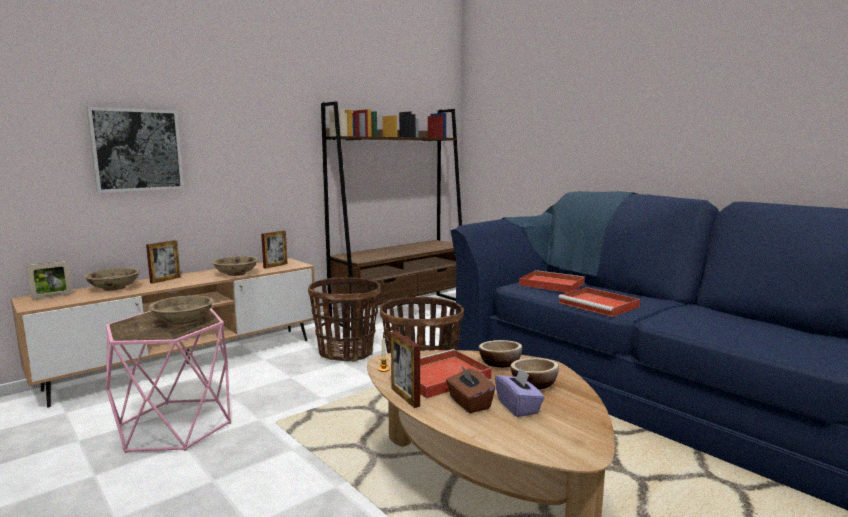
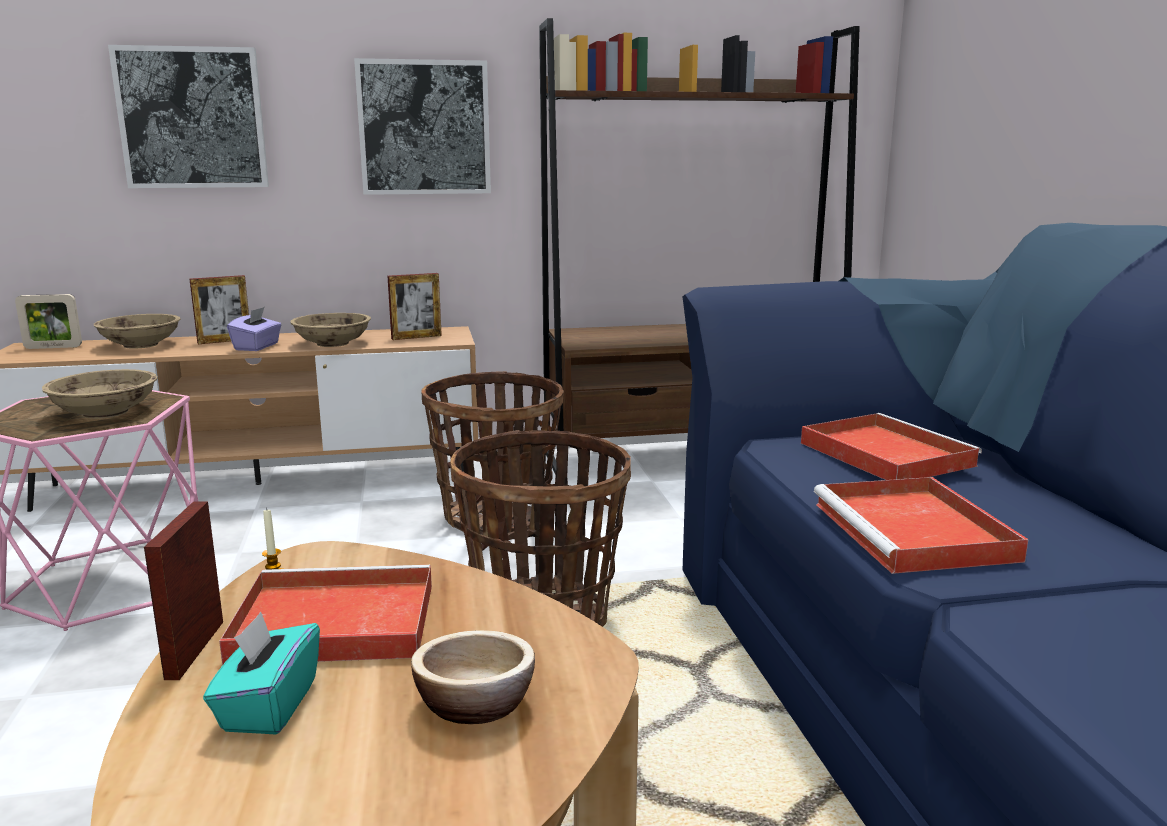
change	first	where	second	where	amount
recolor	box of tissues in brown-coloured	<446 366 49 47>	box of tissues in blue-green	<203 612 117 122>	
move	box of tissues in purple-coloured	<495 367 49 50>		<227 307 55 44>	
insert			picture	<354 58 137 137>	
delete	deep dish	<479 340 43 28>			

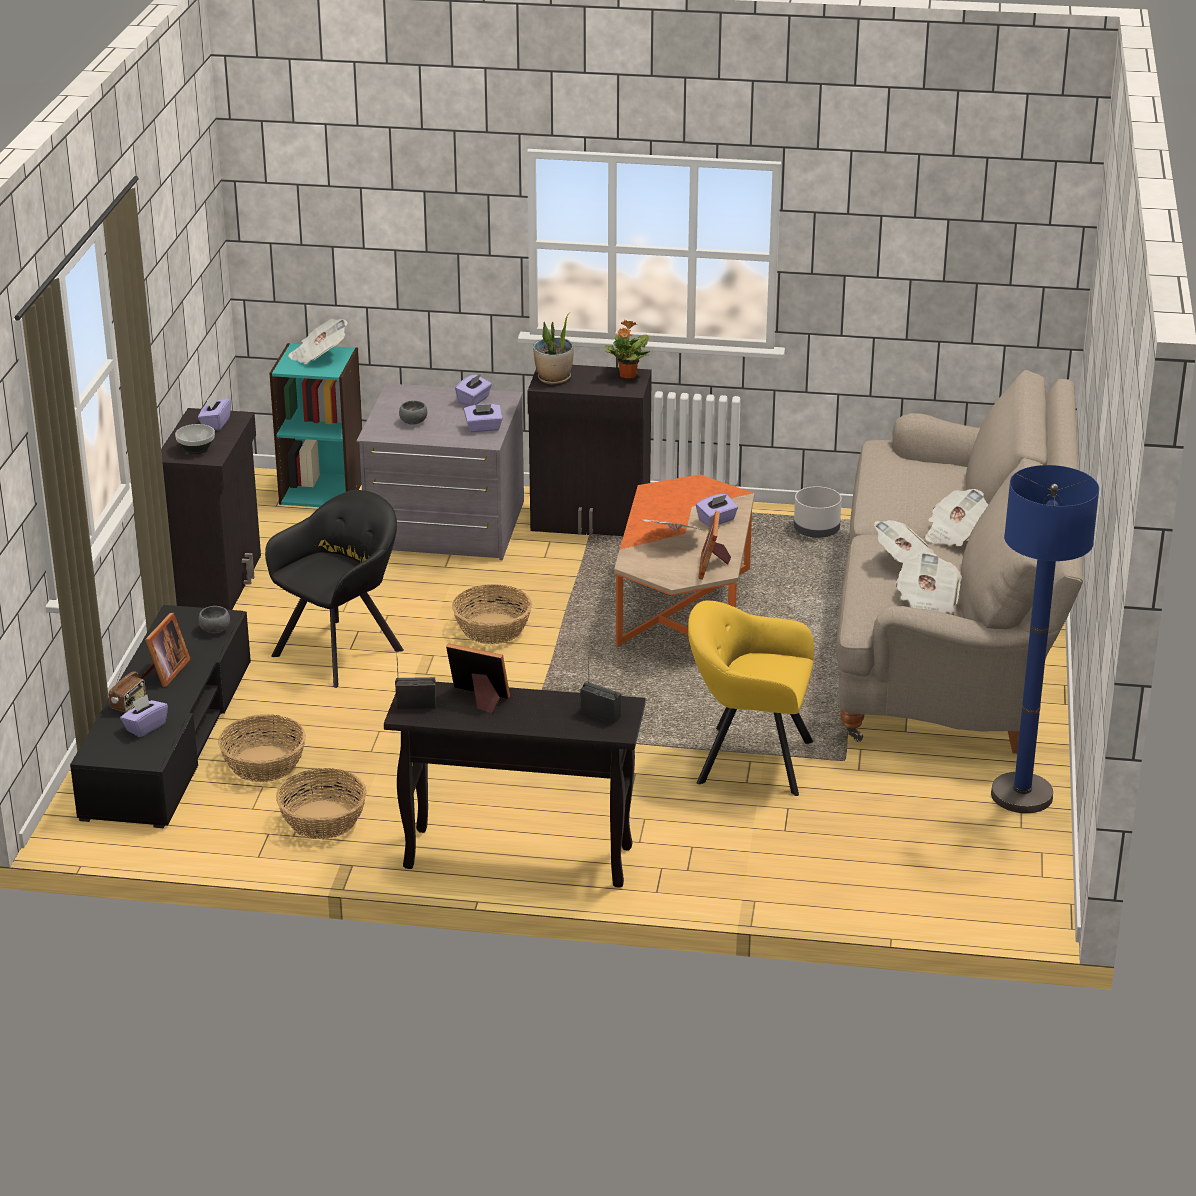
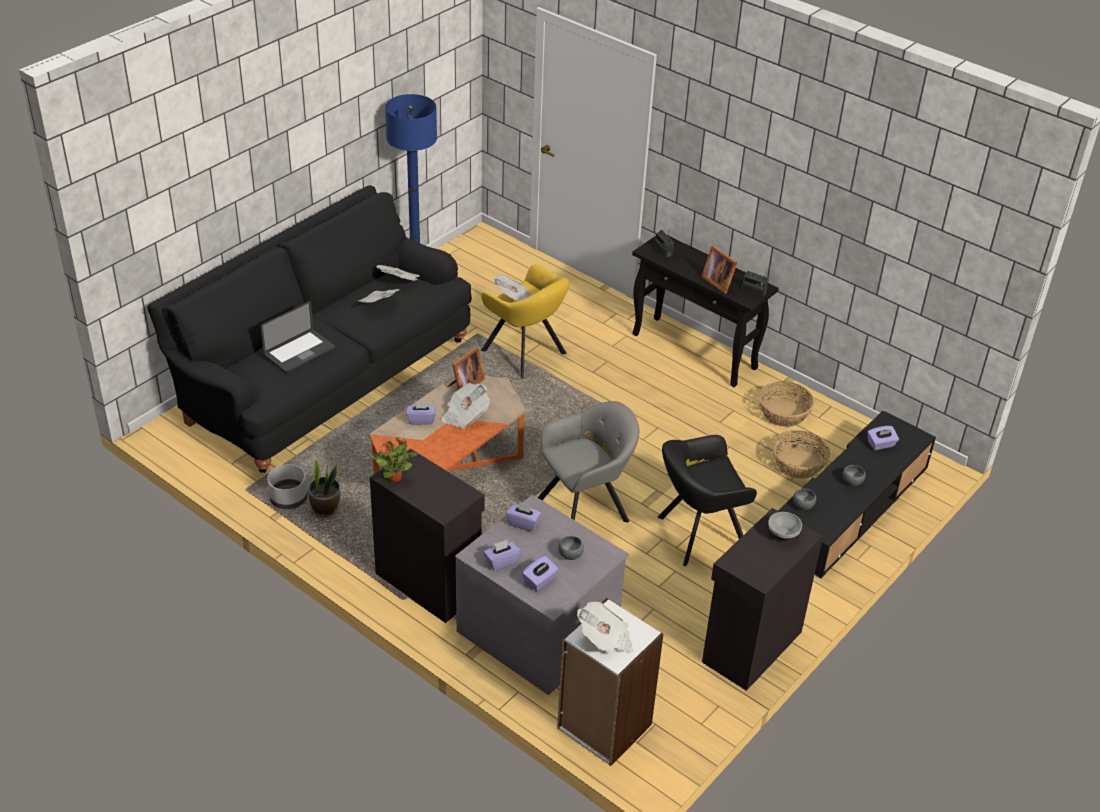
change	first	where	second	where	amount
recolor	sofa in beige-coloured	<836 370 247 384>	sofa in black-coloured	<147 185 325 288>	
insert			laptop	<261 301 74 72>	
move	houseplant	<533 312 41 72>		<308 456 32 61>	
move	printed paper	<925 489 64 57>		<492 275 39 26>	
move	box of tissues in purple-coloured	<198 394 33 36>		<522 556 37 35>	
replace	household basket	<452 584 80 60>	lounge chair in gray	<537 401 103 122>	
recolor	bookshelf in blue-green	<269 343 93 164>	bookshelf in whitish	<557 598 106 168>	
replace	standing frame	<140 613 51 74>	deep dish in gray	<842 465 23 21>	
delete	radio set	<109 663 37 50>			

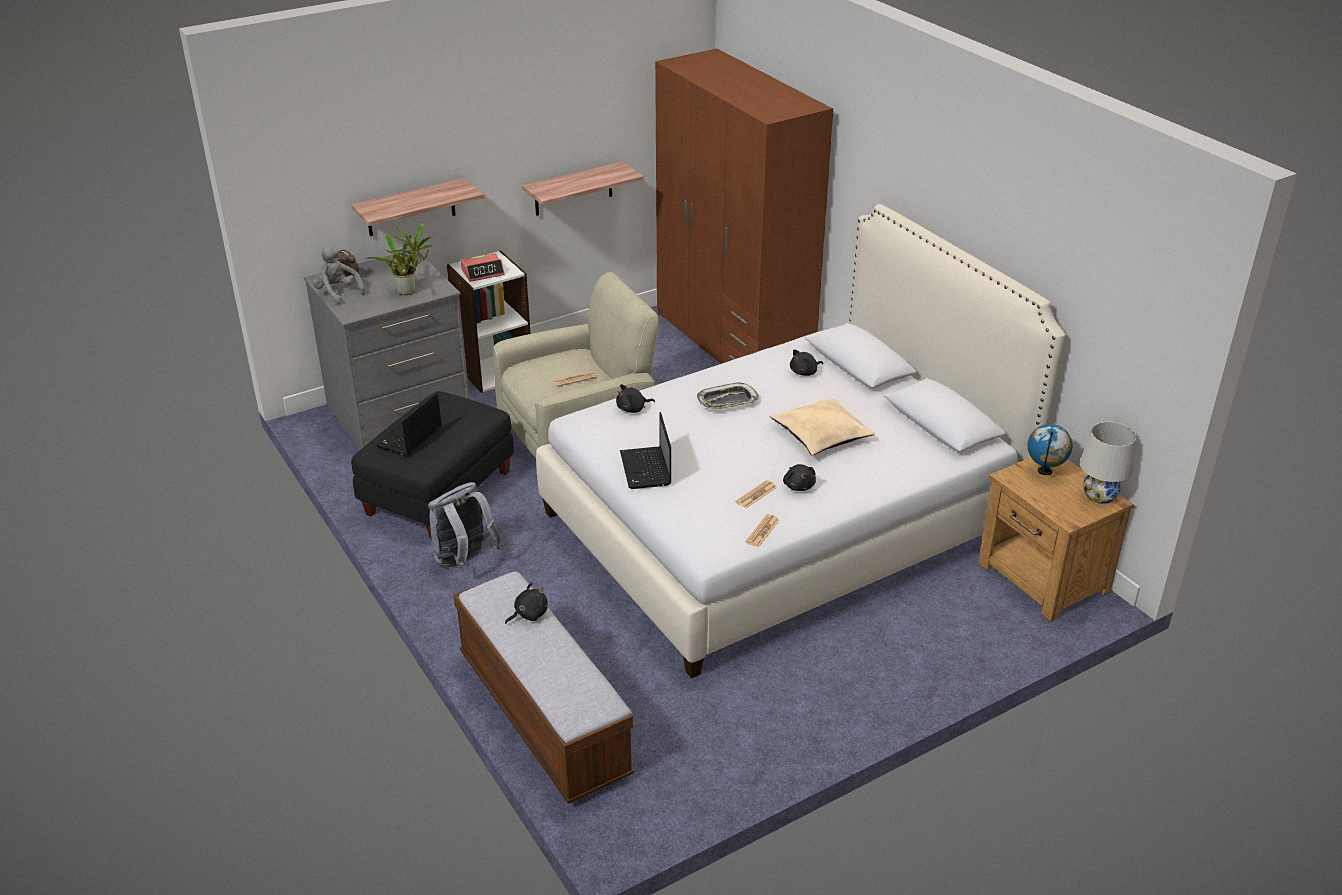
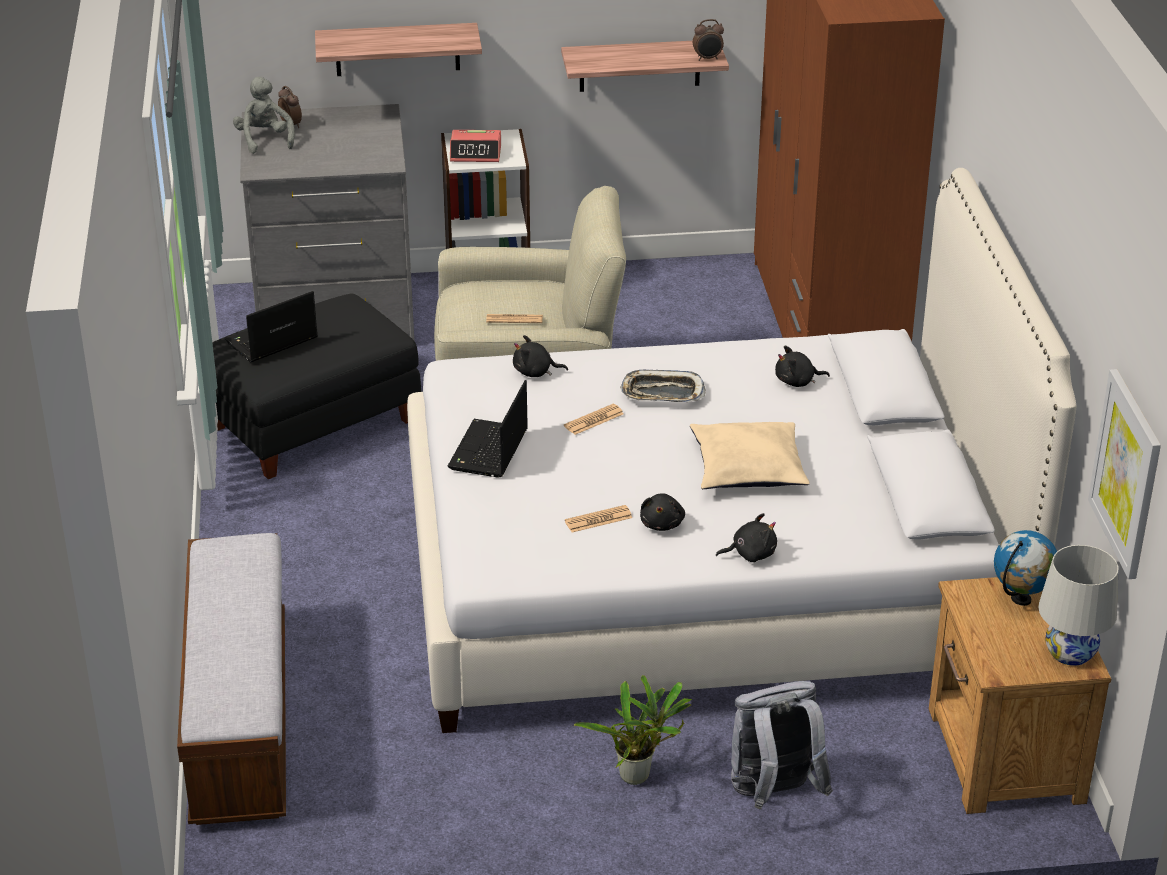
change	first	where	second	where	amount
move	printed paper	<746 514 34 33>		<564 404 60 31>	
move	houseplant	<366 223 66 72>		<574 675 118 110>	
insert			alarm clock	<693 19 31 42>	
move	plush toy in black-coloured	<505 582 43 42>		<716 513 61 49>	
move	backpack in gray	<428 482 75 87>		<731 681 102 129>	
insert			picture	<1088 369 73 210>	

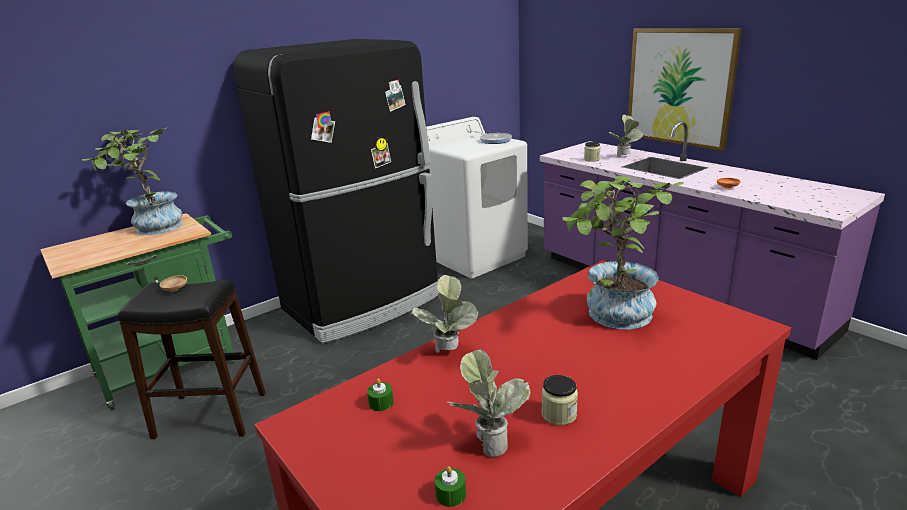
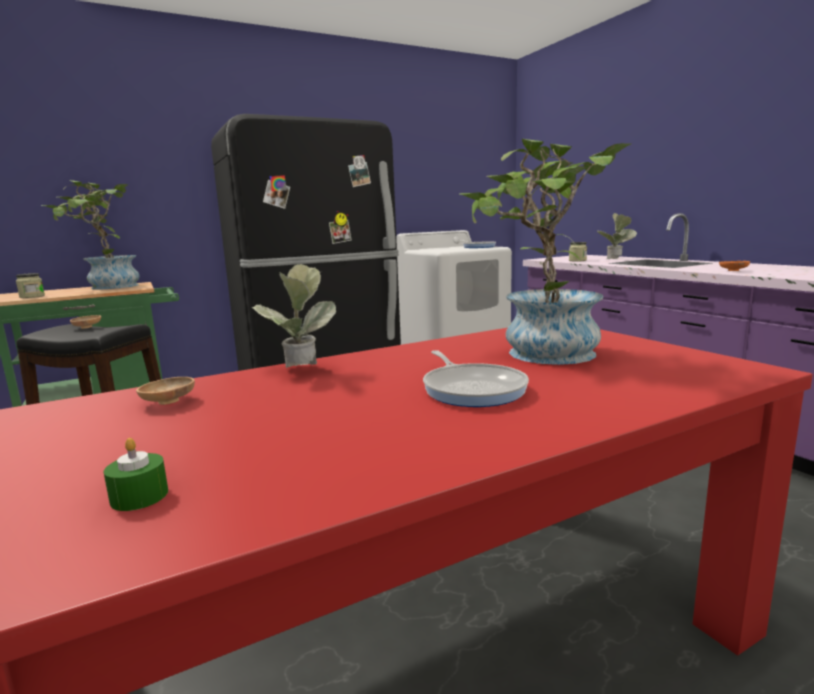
change	first	where	second	where	amount
move	preserve jar	<541 375 37 51>		<16 273 29 25>	
replace	candle in greenish	<367 379 27 32>	deep dish in brown-coloured	<136 377 59 28>	
insert			skillet	<423 350 106 57>	
delete	houseplant	<447 350 83 107>			
delete	picture	<628 28 114 123>			

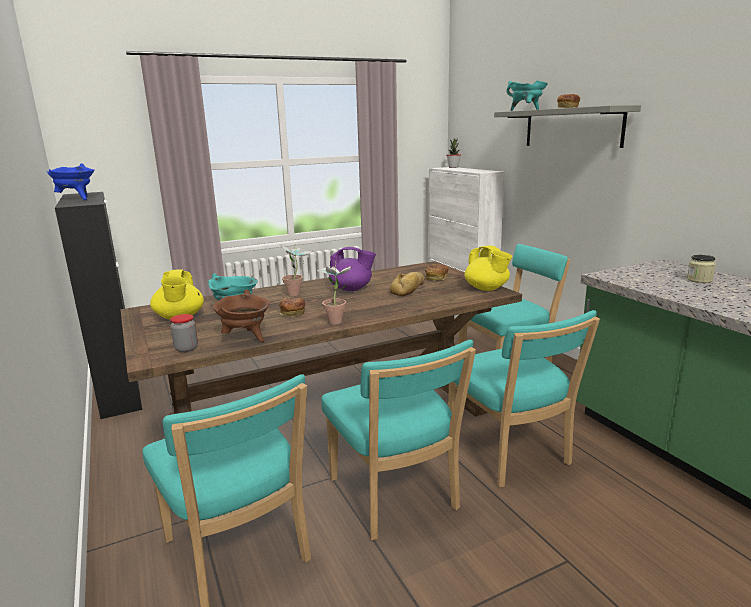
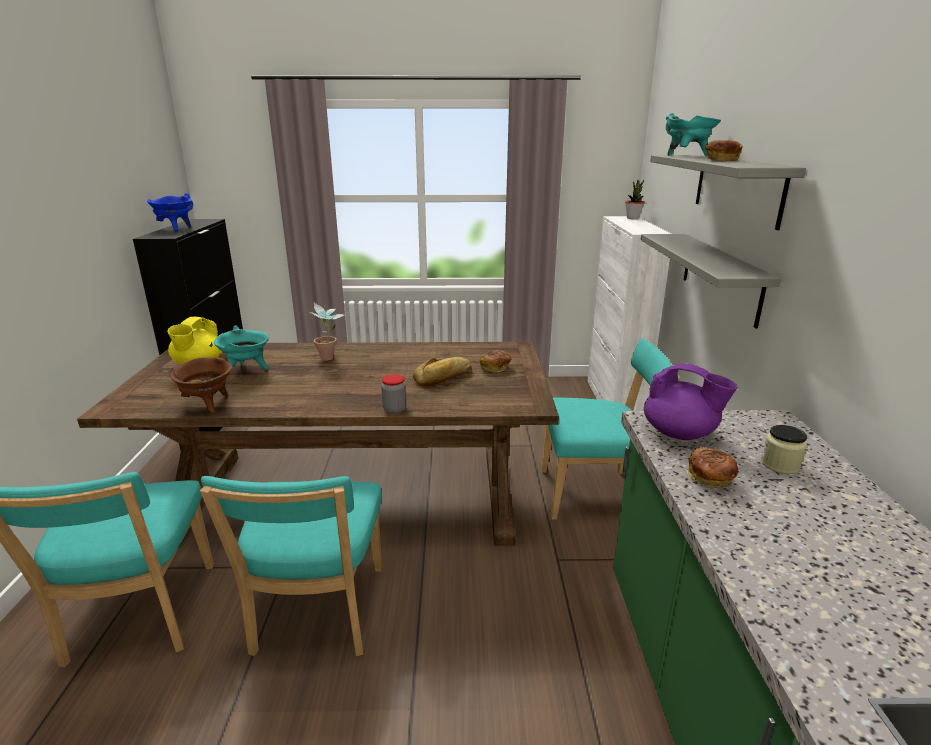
change	first	where	second	where	amount
move	preserve jar	<170 314 28 38>		<381 374 26 40>	
insert			shelf in gray	<641 234 140 95>	
move	teapot in purple-coloured	<329 247 47 44>		<644 363 94 77>	
move	bakery bread	<279 297 26 20>		<687 447 51 41>	
delete	houseplant	<317 262 34 62>			
delete	plain chair in blue-green	<448 310 152 177>			
delete	teapot in yellow-coloured	<464 246 48 45>			

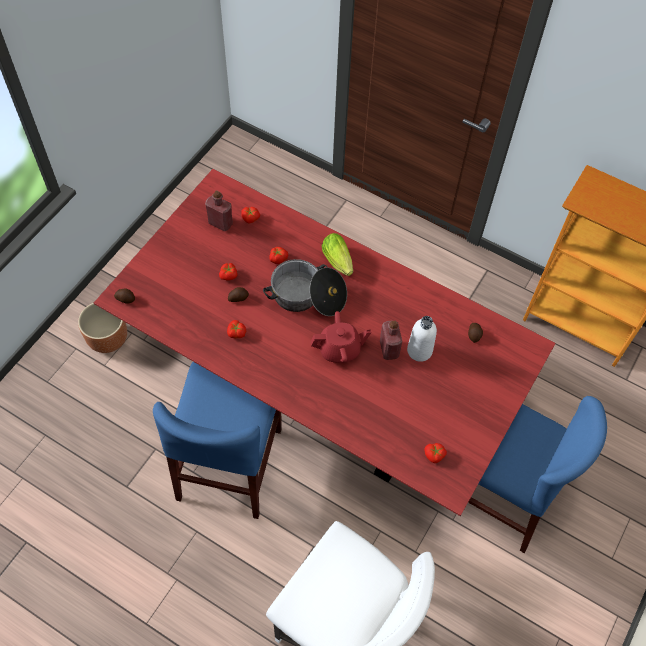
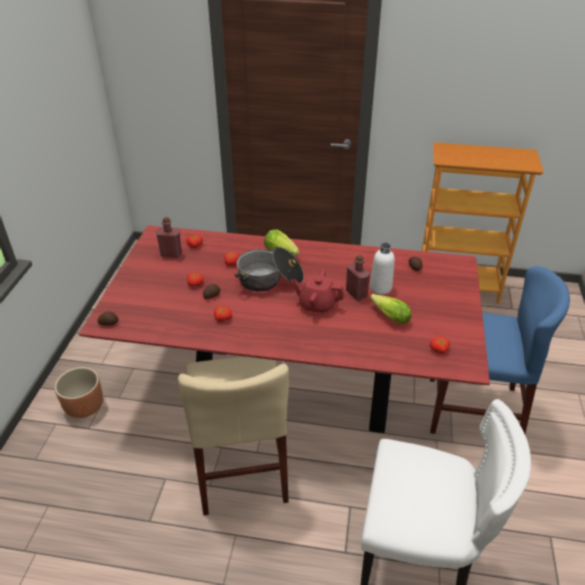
change	first	where	second	where	amount
recolor	plain chair in bluish	<153 362 128 157>	plain chair in beige-coloured	<178 356 111 159>	
rotate	teapot in red-coloured	<311 311 60 52>		<291 269 53 45>	135 degrees counterclockwise
insert			lettuce	<370 294 42 30>	

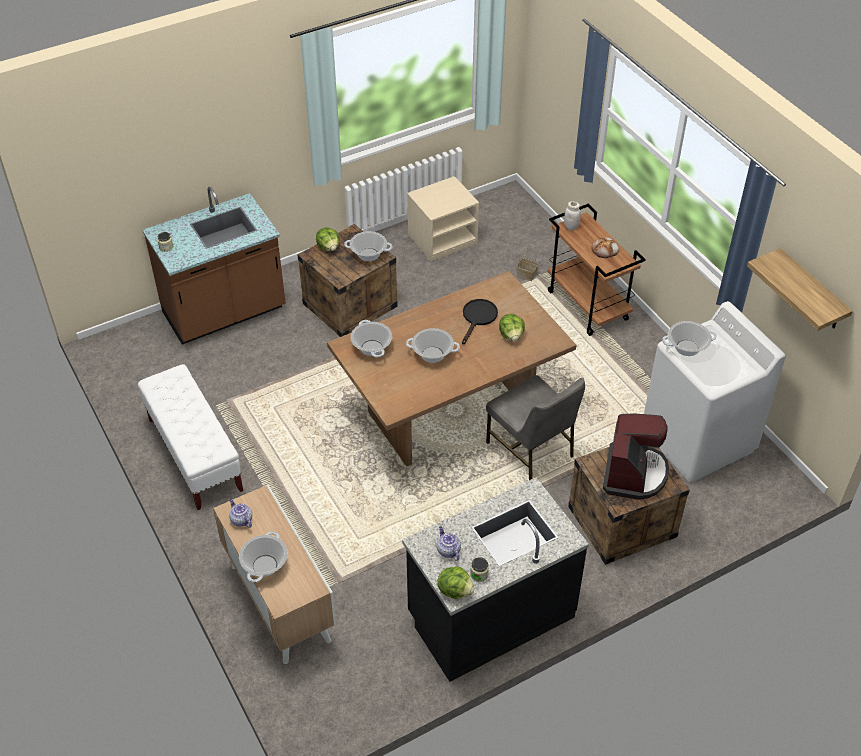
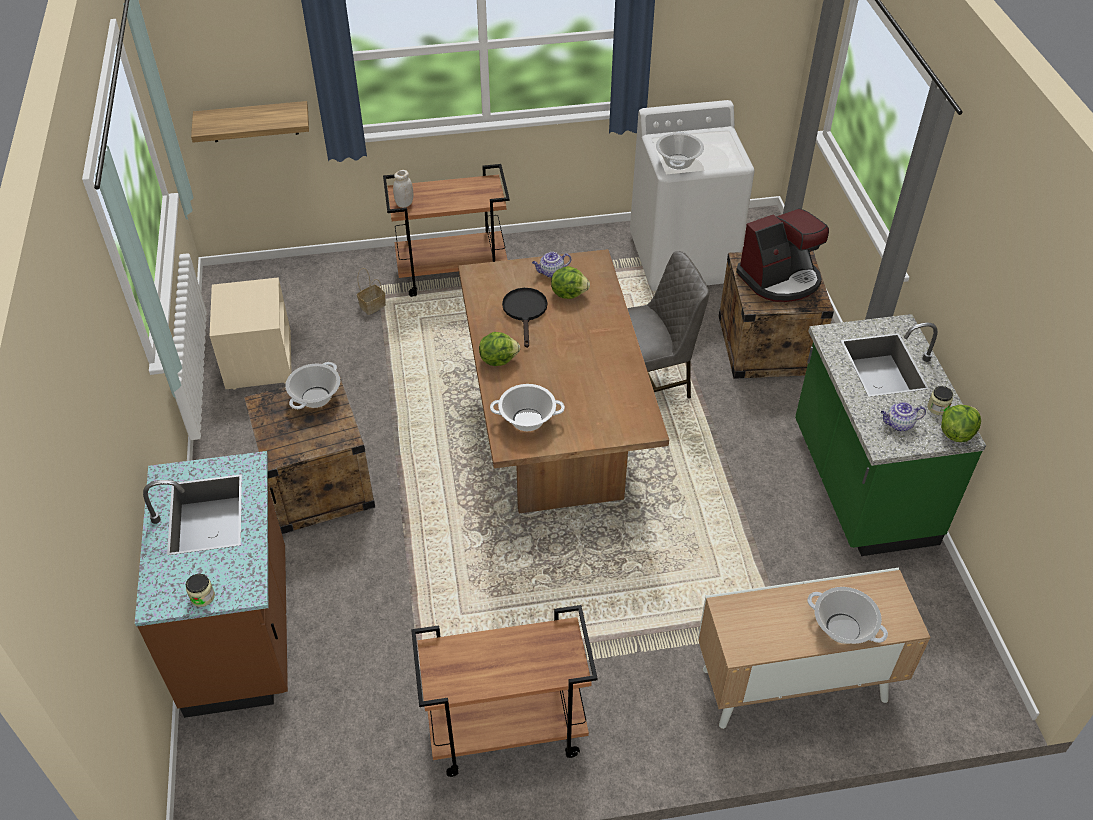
change	first	where	second	where	amount
move	shelf	<747 248 106 83>		<191 101 118 42>	
replace	bench in whitish	<138 364 105 146>	wheeled cart in brown-coloured	<411 605 187 172>	
move	lettuce	<316 227 24 24>		<479 332 41 34>	
rotate	skillet in black-coloured	<462 299 36 45>		<502 288 45 60>	45 degrees clockwise
move	teapot	<229 498 23 30>		<532 252 39 26>	
rotate	coffee machine	<603 413 66 87>		<736 208 93 94>	120 degrees clockwise
recolor	kitchen counter in black-coloured	<402 477 187 205>	kitchen counter in greenish	<795 314 191 242>	
delete	cooking pot	<406 328 54 35>			
delete	bakery bread	<592 237 27 21>			

